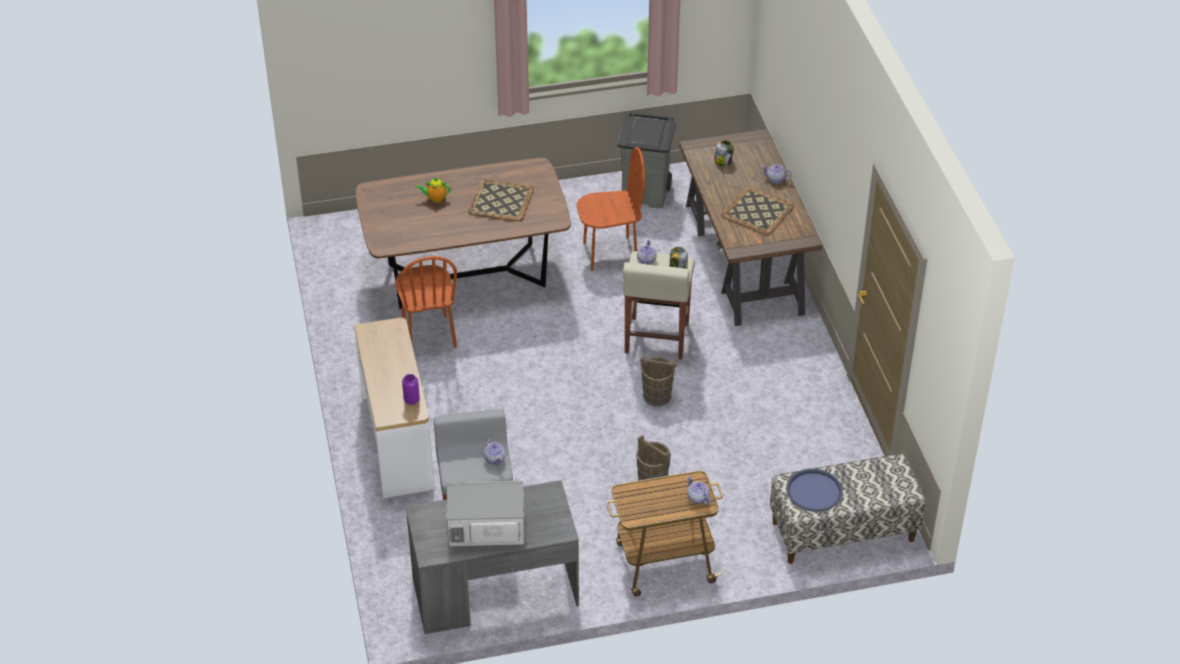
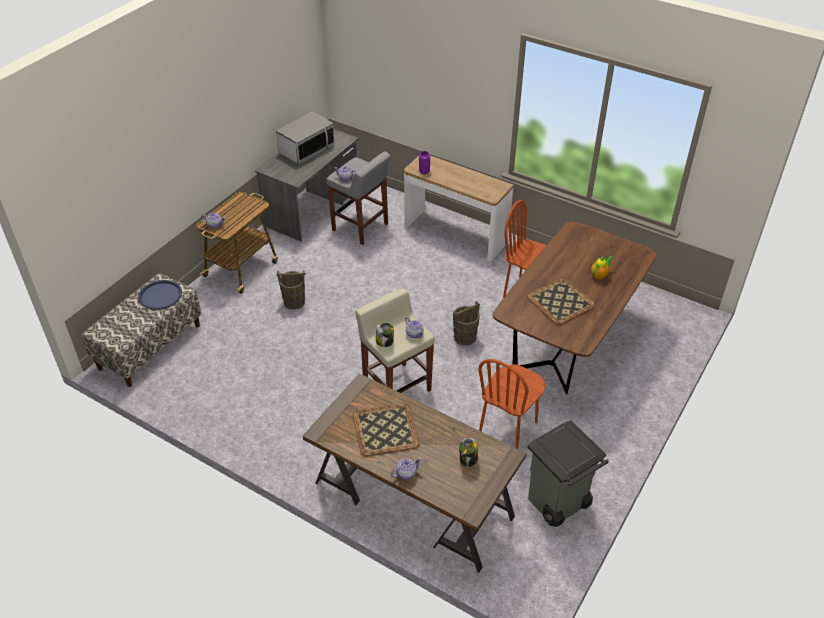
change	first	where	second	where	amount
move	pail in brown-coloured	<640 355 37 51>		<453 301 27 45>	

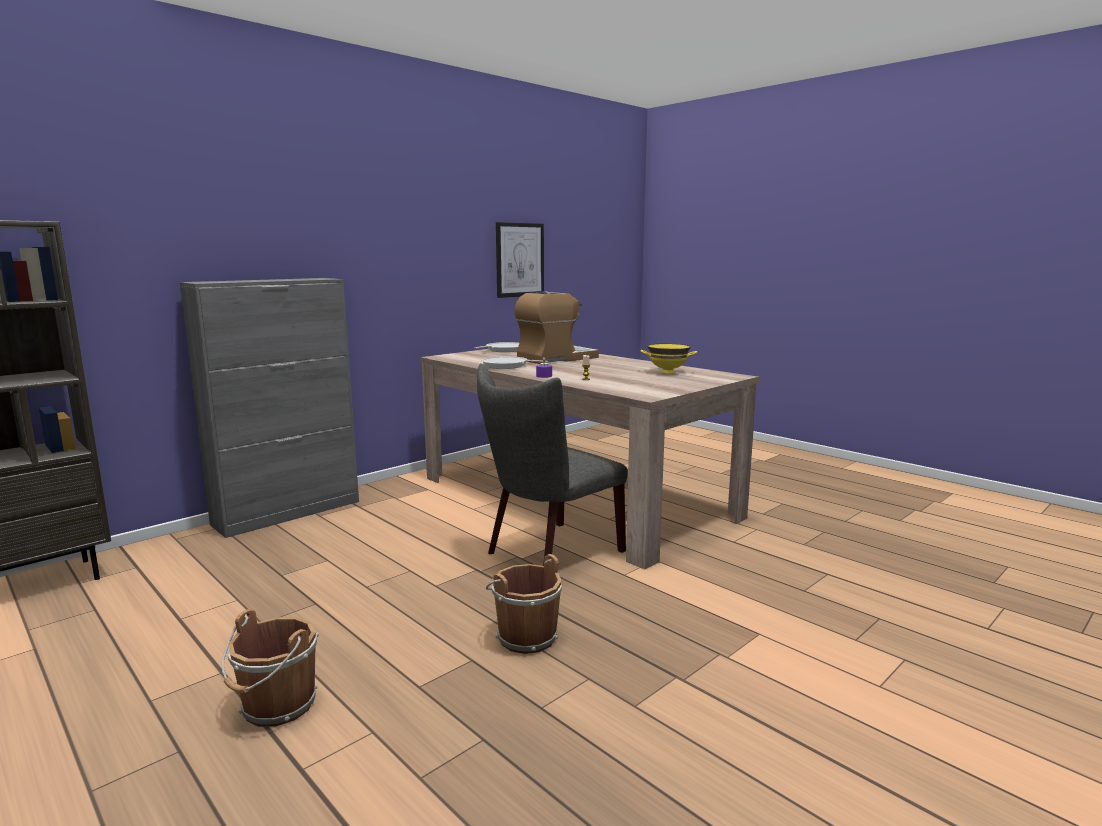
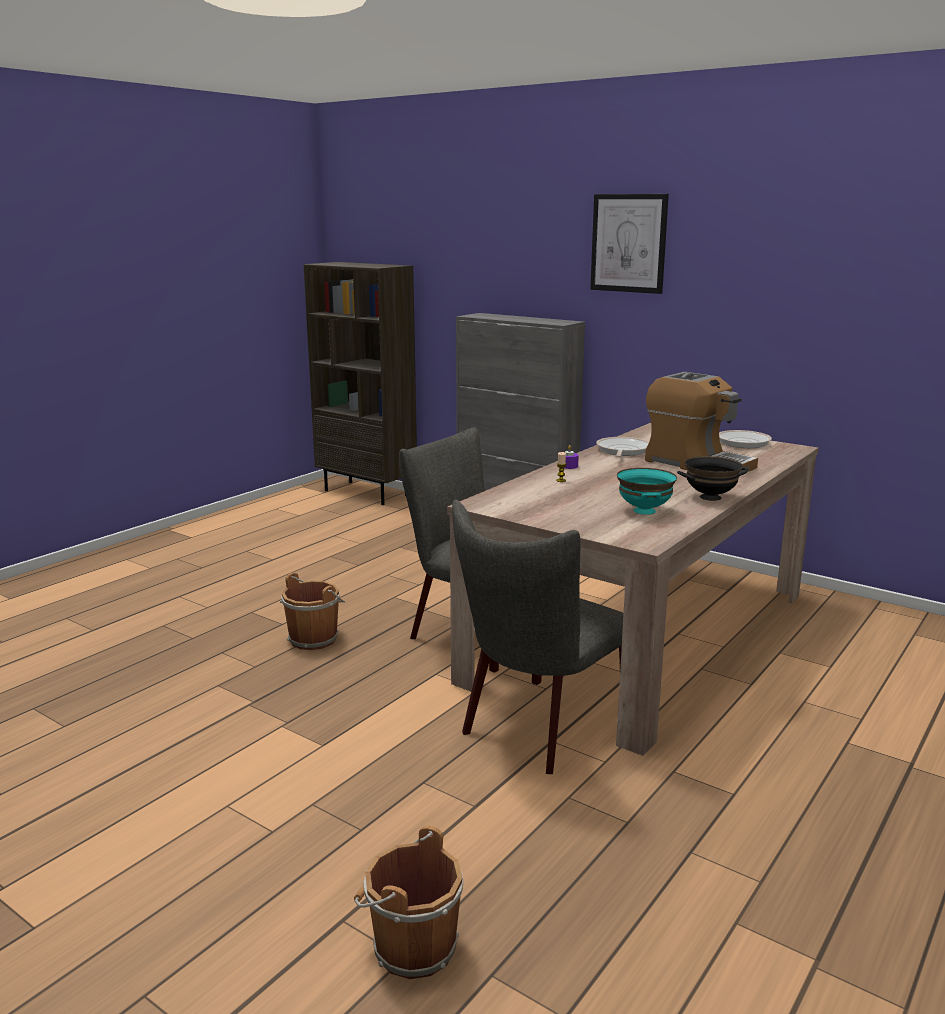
change	first	where	second	where	amount
move	pail in brown-coloured	<221 609 98 118>		<354 825 109 154>	
insert			plain chair in gray	<452 499 172 275>	
move	picture	<496 222 48 76>		<590 194 79 100>	
recolor	deep dish in yellow-coloured	<640 343 57 31>	deep dish in blue-green	<617 468 60 47>	
insert			deep dish in black-coloured	<677 456 71 45>	

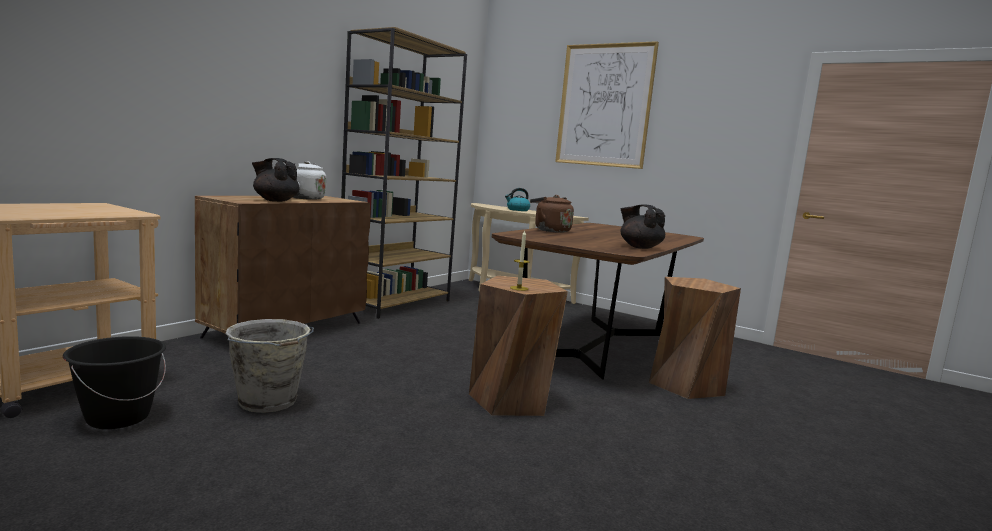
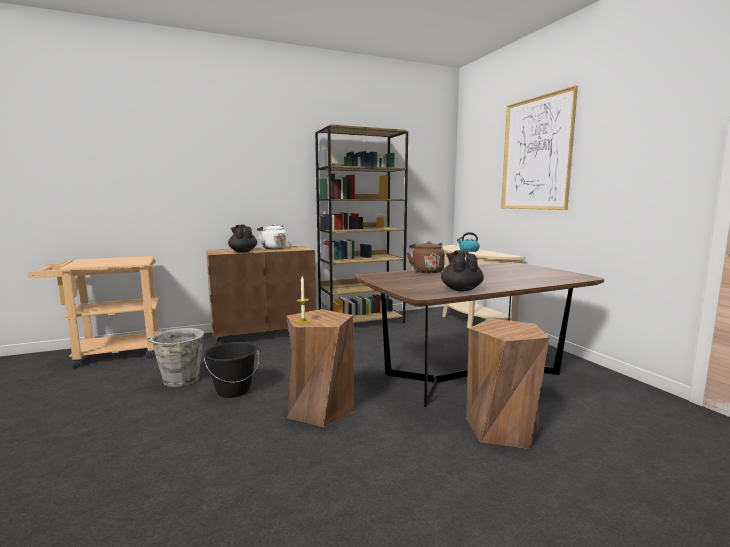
change	first	where	second	where	amount
move	pail in black-coloured	<63 336 103 93>		<204 342 55 56>	

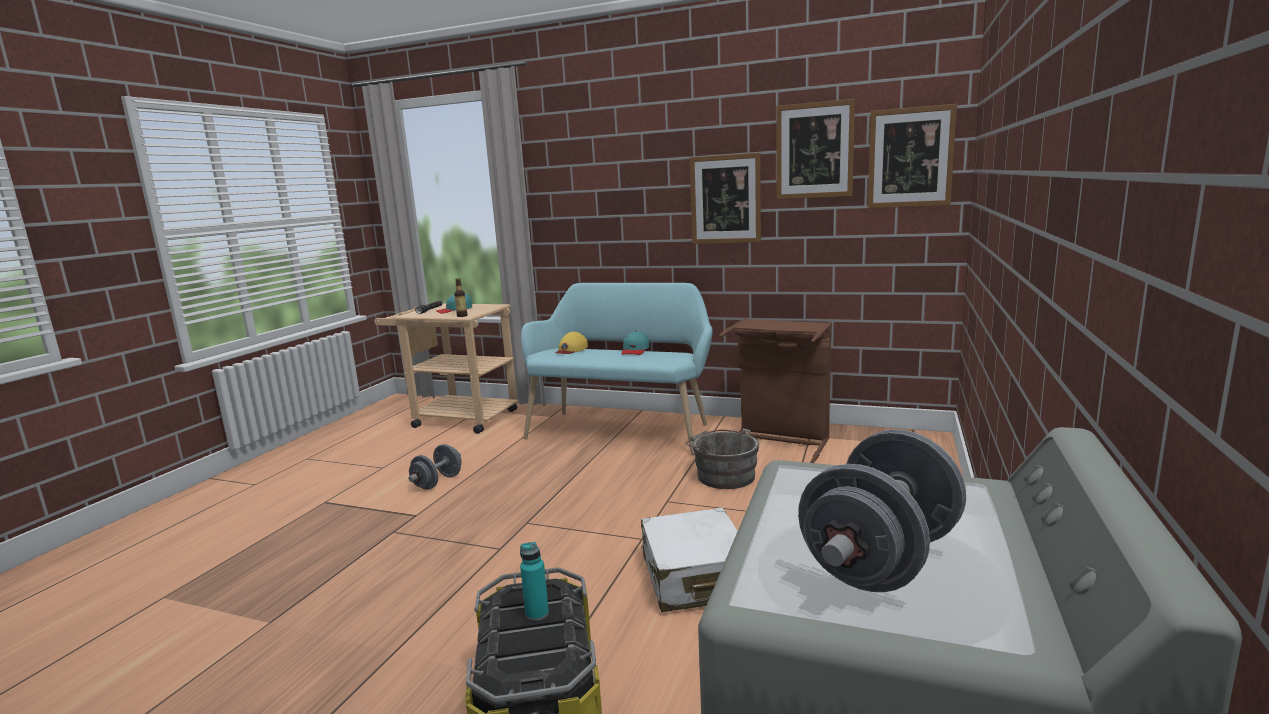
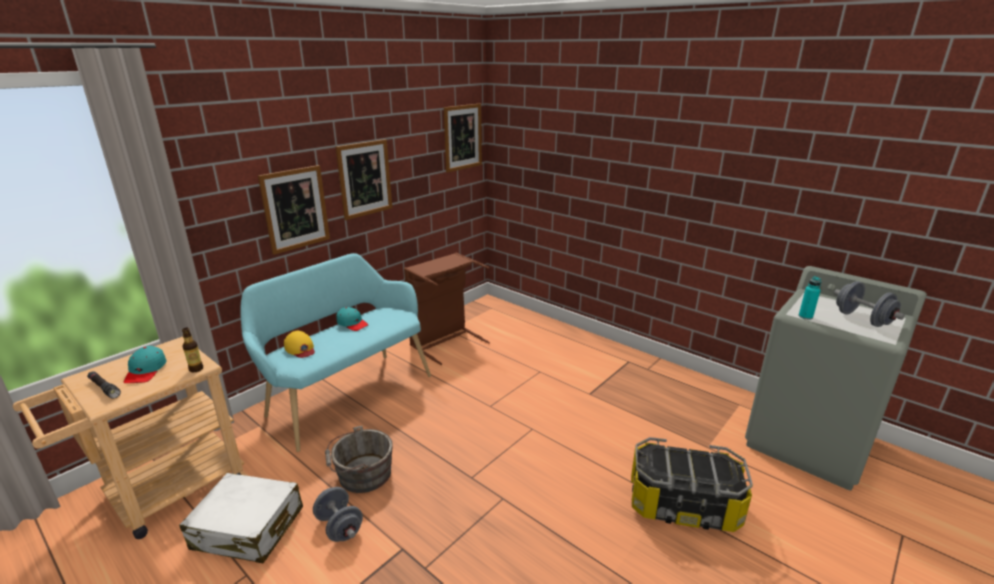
change	first	where	second	where	amount
move	piece of luggage in whitish	<641 507 97 105>		<179 473 124 90>	
move	picture	<776 99 79 101>		<258 165 72 90>	
move	pail in gray	<686 428 73 61>		<325 426 68 67>	
move	drink bottle in blue-green	<520 542 29 79>		<799 276 22 44>	

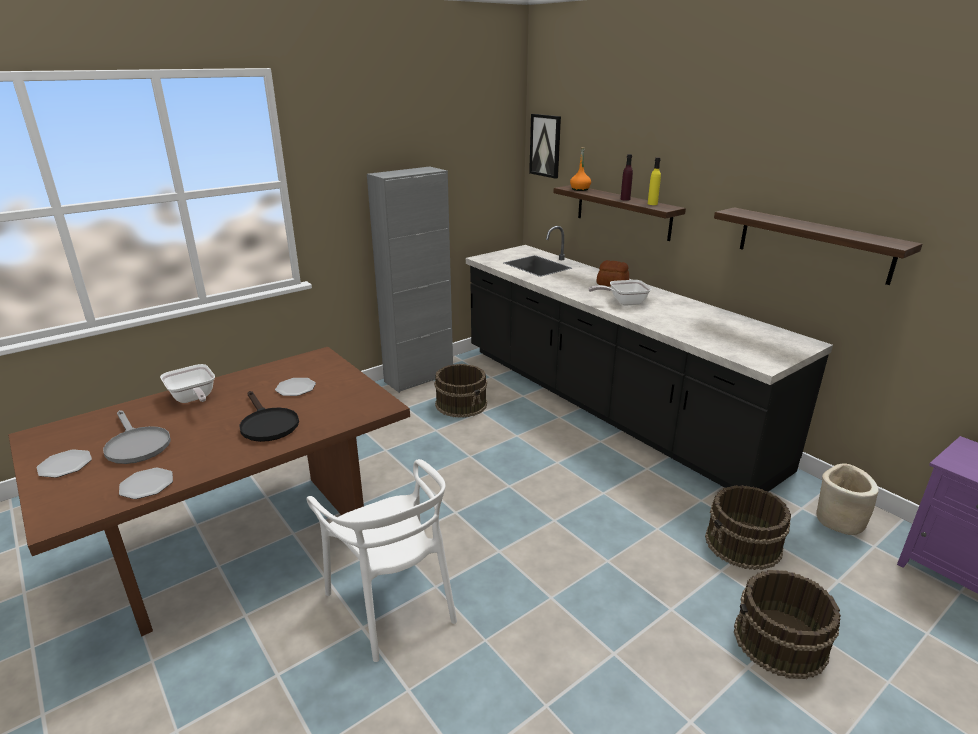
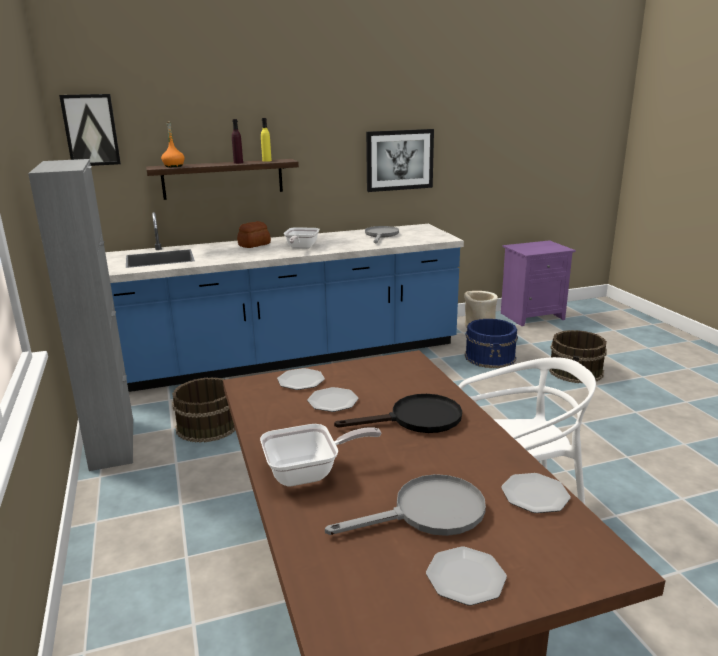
change	first	where	second	where	amount
recolor	kitchen counter in black-coloured	<466 226 367 266>	kitchen counter in bluish	<105 212 359 180>	
insert			flat dish	<277 368 48 22>	
insert			skillet in gray	<365 226 34 17>	
replace	shelf	<714 207 208 78>	picture	<366 129 68 63>	
recolor	pail in brown-coloured	<705 485 86 85>	pail in bluish	<465 319 53 49>	

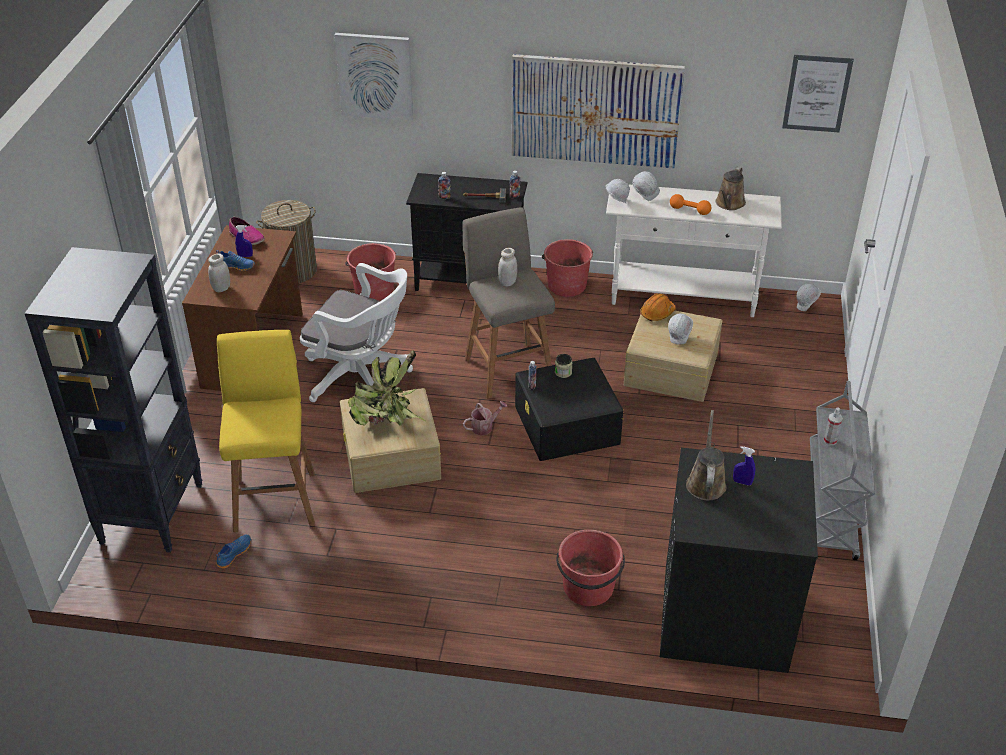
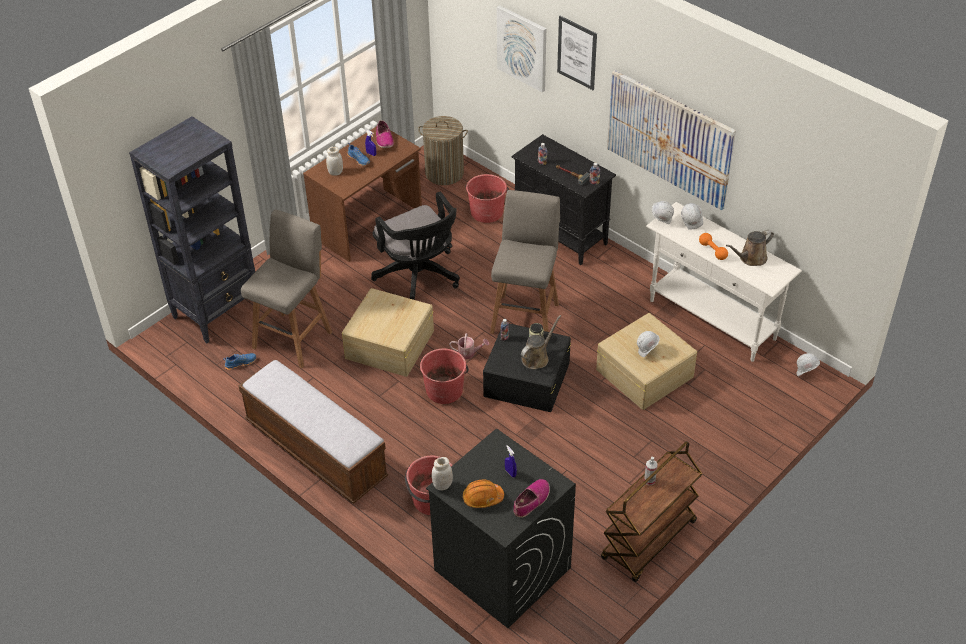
change	first	where	second	where	amount
insert			bench	<238 360 150 144>	
recolor	sitting stool in yellow-coloured	<217 330 98 202>	sitting stool in gray	<241 209 91 159>	
recolor	computer chair in whitish	<300 263 113 139>	computer chair in black-coloured	<371 192 89 108>	
move	pail in red-coloured	<542 239 51 58>		<420 348 49 56>	
move	preserve jar in whitish	<498 248 19 38>		<432 457 21 33>	
move	safety helmet in orangey	<640 293 36 28>		<463 480 41 28>	
insert			item of footwear	<513 479 37 39>	
move	sprinkling can in brown-coloured	<686 410 40 90>		<521 315 40 54>	
move	picture	<782 55 72 77>		<557 16 40 74>	
recolor	wheeled cart in gray	<810 381 65 179>	wheeled cart in brown-coloured	<601 441 101 141>	
delete	houseplant	<348 350 79 76>			

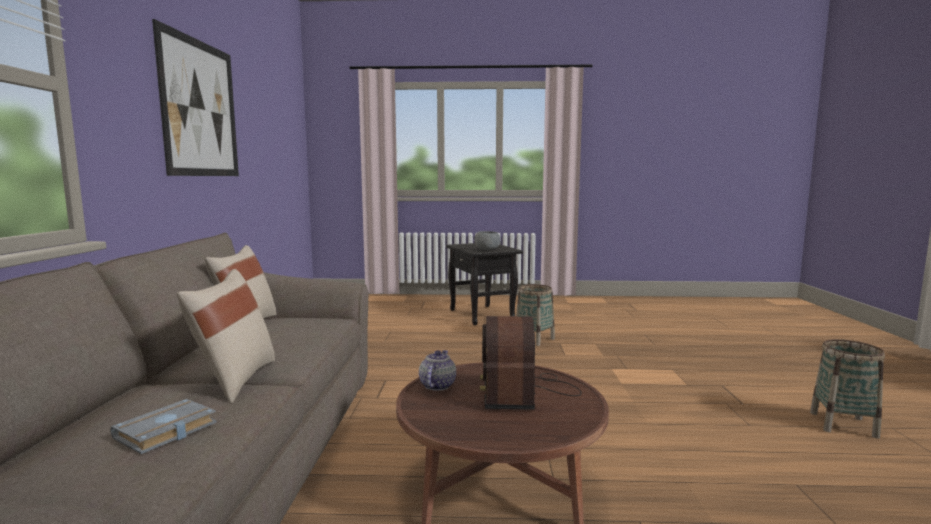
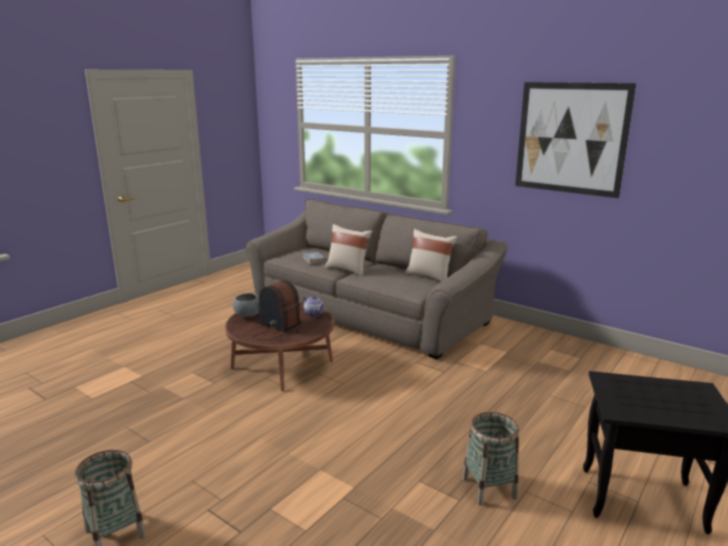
change	first	where	second	where	amount
move	deep dish in gray	<474 231 26 19>		<233 293 26 24>	

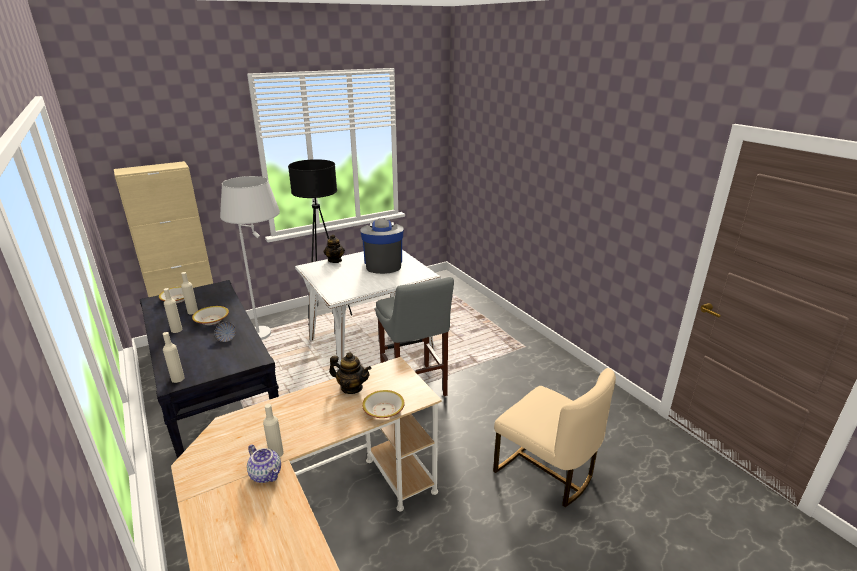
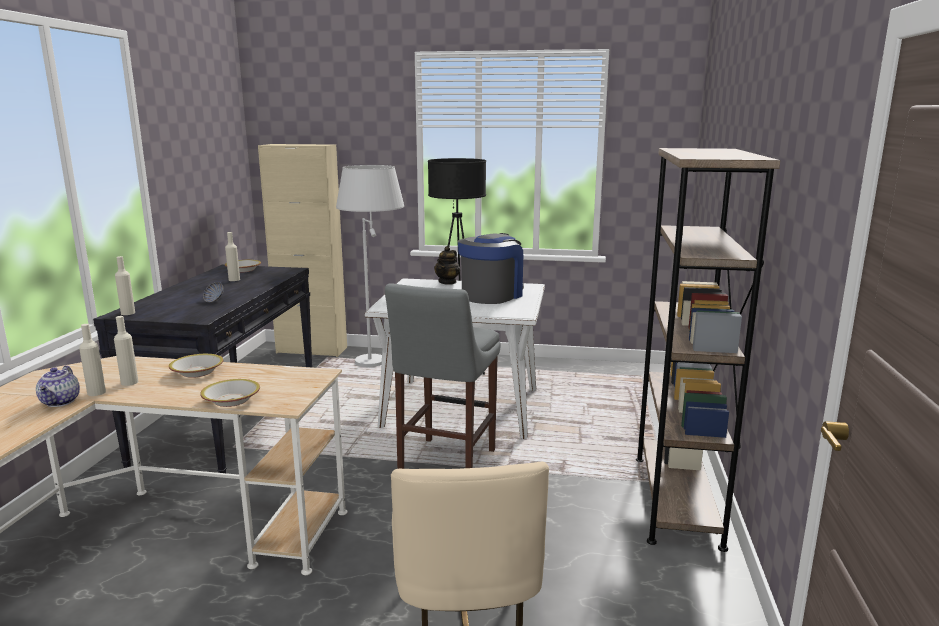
change	first	where	second	where	amount
move	drink bottle in beige-coloured	<164 288 19 45>		<114 316 24 70>	
move	deep dish	<192 306 37 19>		<169 354 54 24>	
insert			bookshelf in brown-coloured	<636 148 144 404>	
delete	teapot	<329 352 43 42>			

